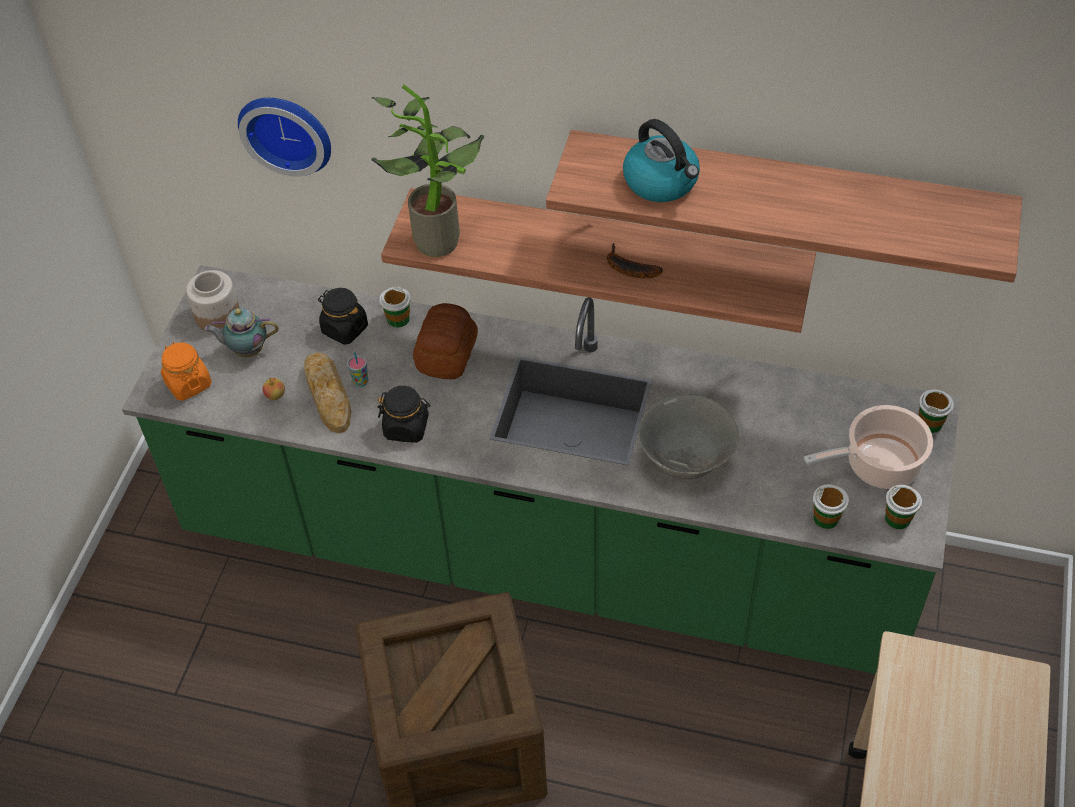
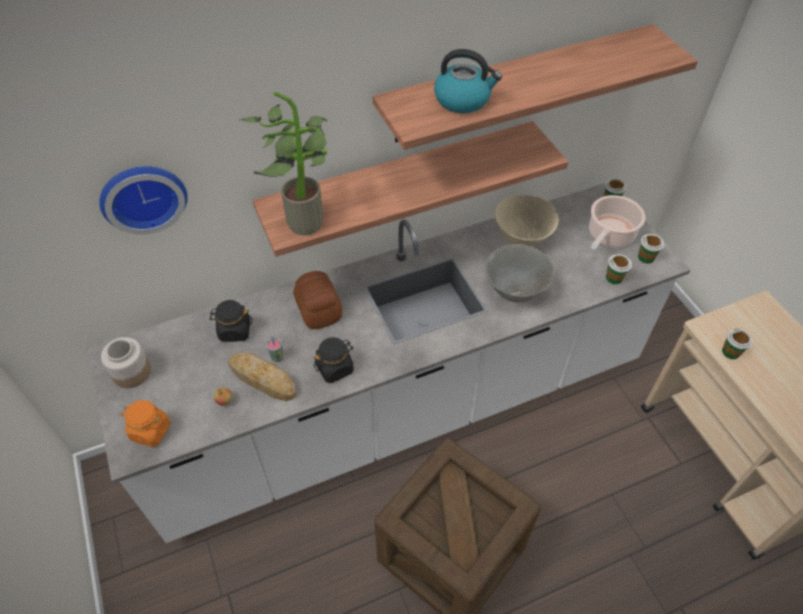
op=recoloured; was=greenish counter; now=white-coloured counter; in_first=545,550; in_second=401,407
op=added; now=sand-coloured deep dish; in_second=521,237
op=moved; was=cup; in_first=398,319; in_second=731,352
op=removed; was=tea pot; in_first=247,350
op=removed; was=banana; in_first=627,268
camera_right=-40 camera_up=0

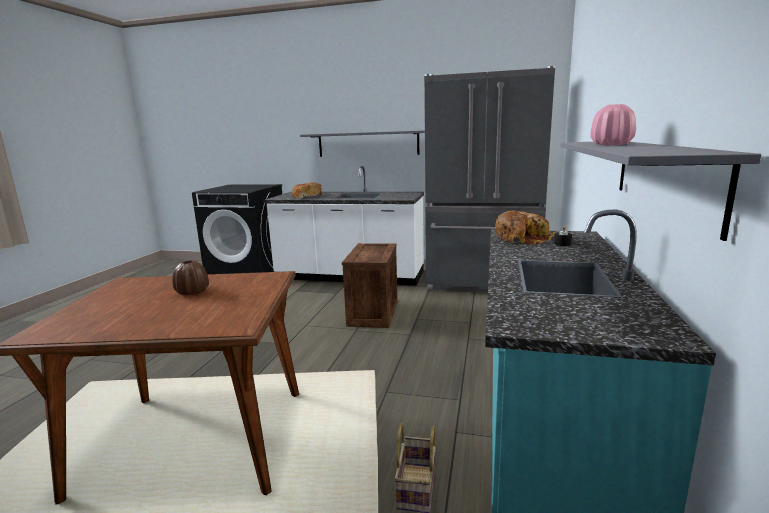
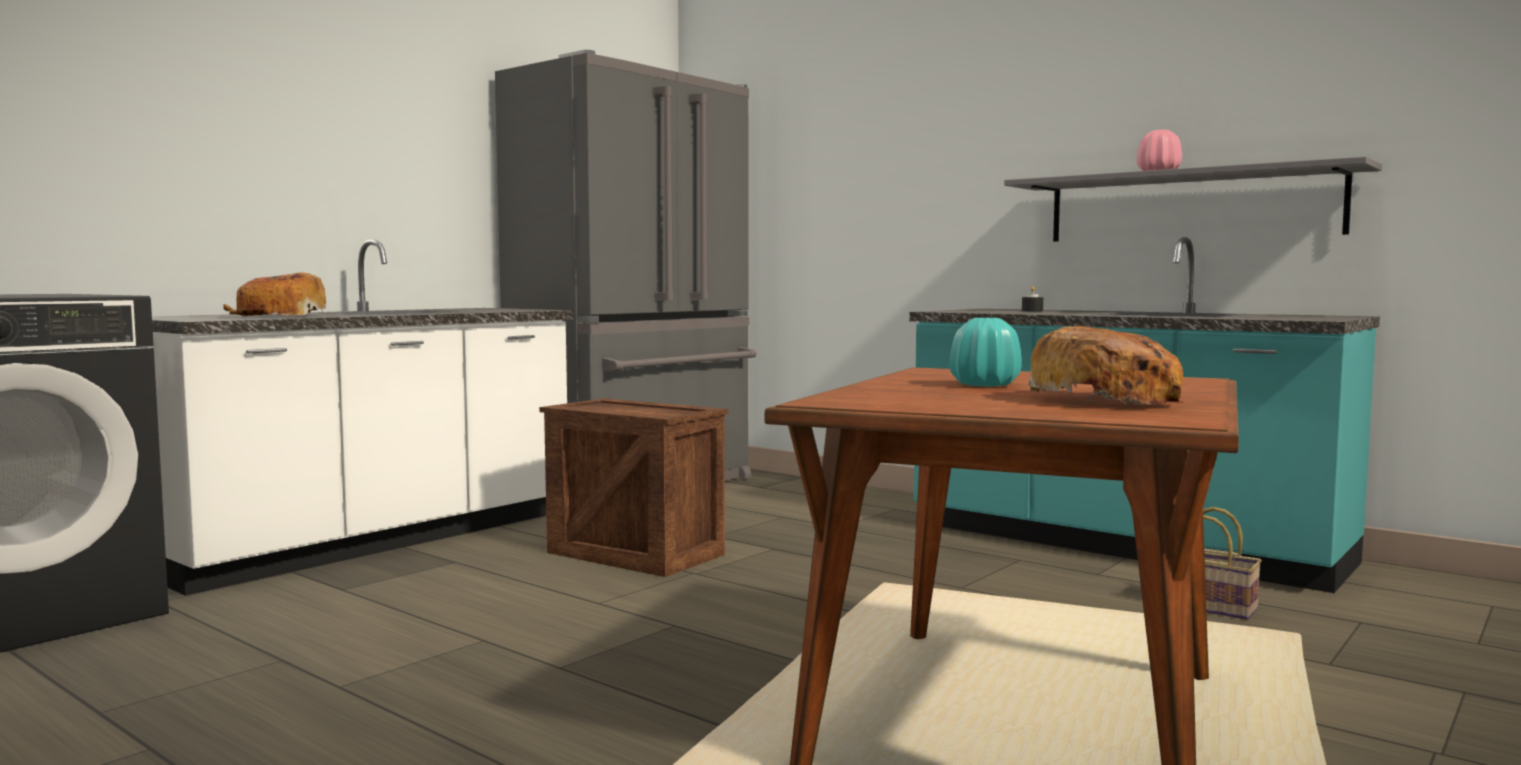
op=recoloured; was=brown flower vase; now=turquoise-coloured flower vase; in_first=192,292; in_second=984,385
op=moved; was=bread; in_first=522,238; in_second=1106,400
op=removed; was=gray shelf; in_first=368,144
camera_right=-65 camera_up=-10

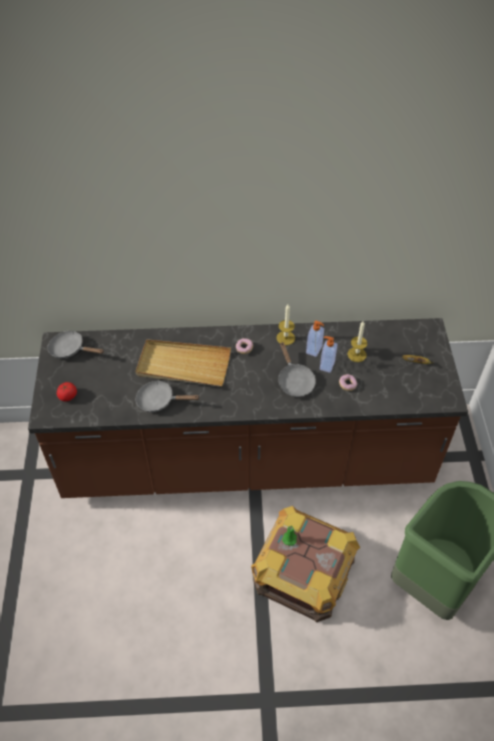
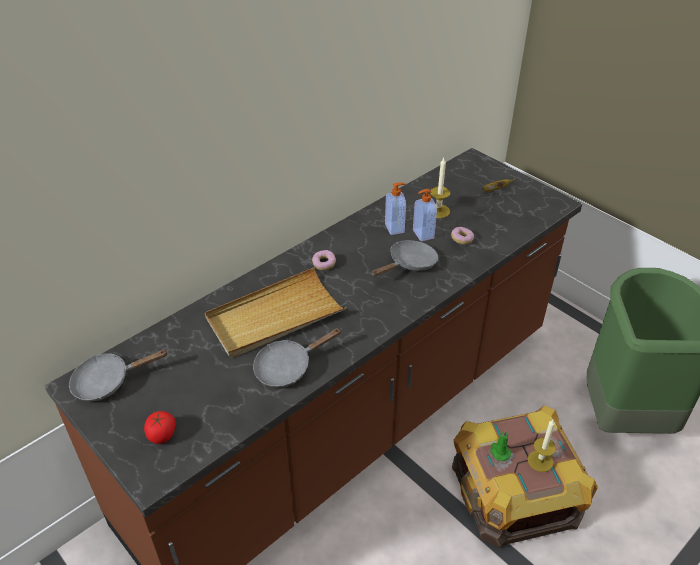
op=turned; was=gray frying pan; in_first=294,381; in_second=409,264; clockwise=-75
op=moved; was=candle; in_first=285,338; in_second=540,461
camera_right=-40 camera_up=-10

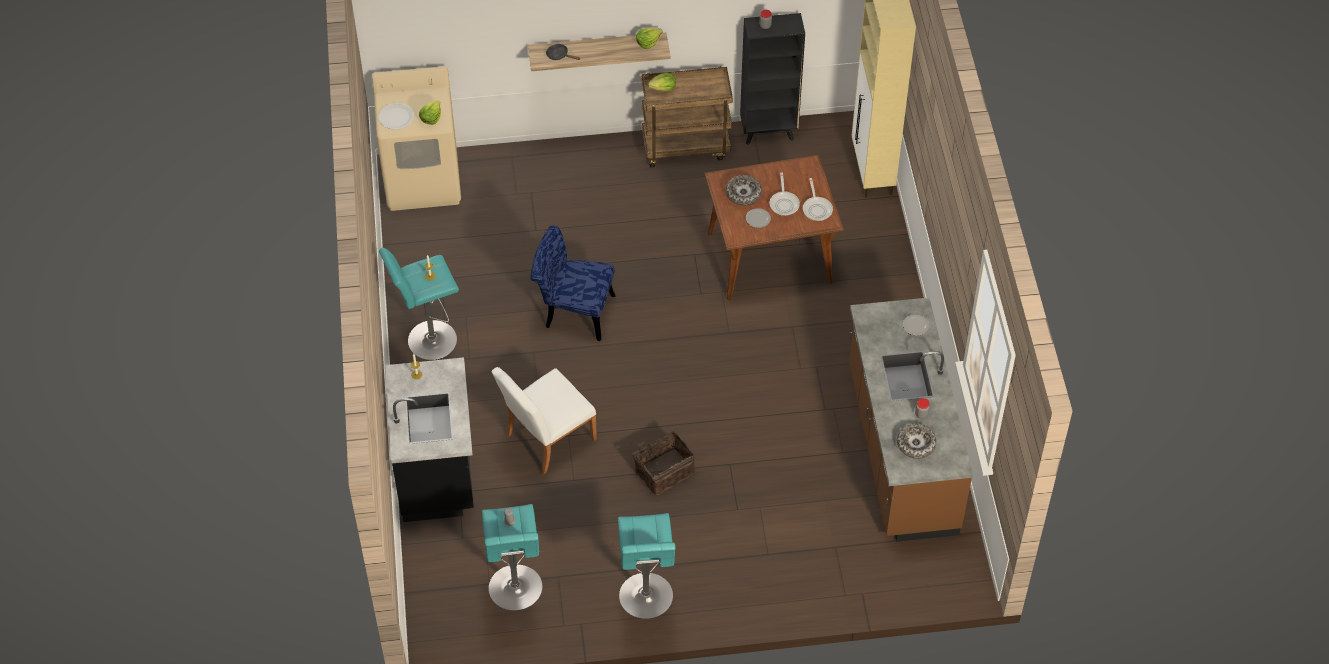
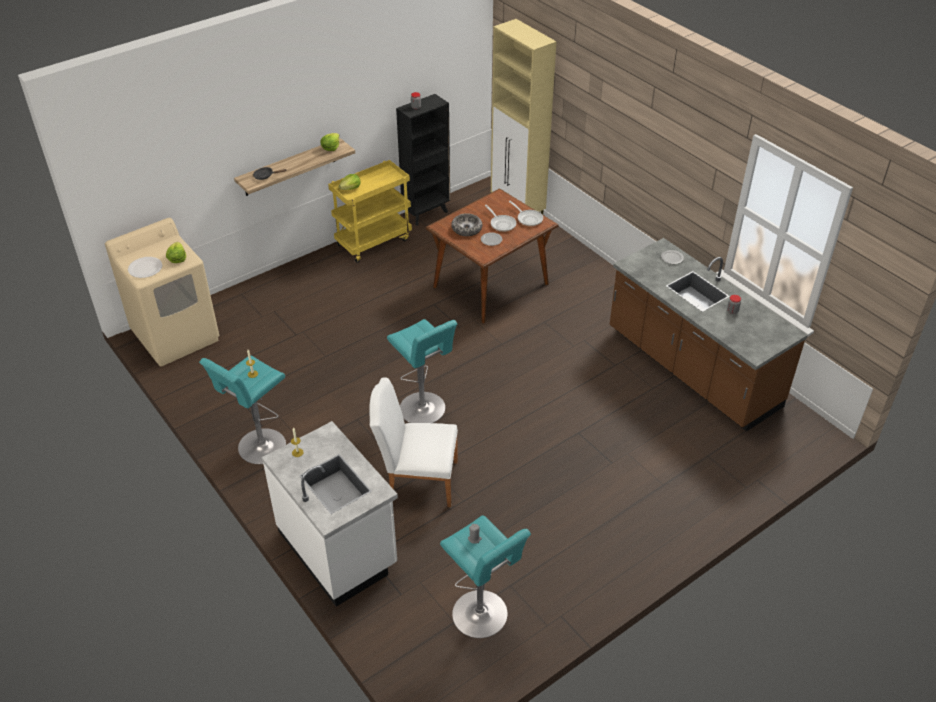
op=recoloured; was=blackish counter; now=white-coloured counter; in_first=437,472; in_second=339,549
op=recoloured; was=brown wheeled cart; now=yellow-coloured wheeled cart; in_first=686,146; in_second=373,241
op=turned; was=white-coloured upright chair; in_first=546,439; in_second=416,480; clockwise=75
op=moved; was=turquoise-coloured stool seat; in_first=646,599; in_second=424,410
op=removed; was=bluish upright chair; in_first=573,311
op=removed; was=basket; in_first=663,471
op=removed; was=deep dish; in_first=916,444
camera_right=-30 camera_up=-10

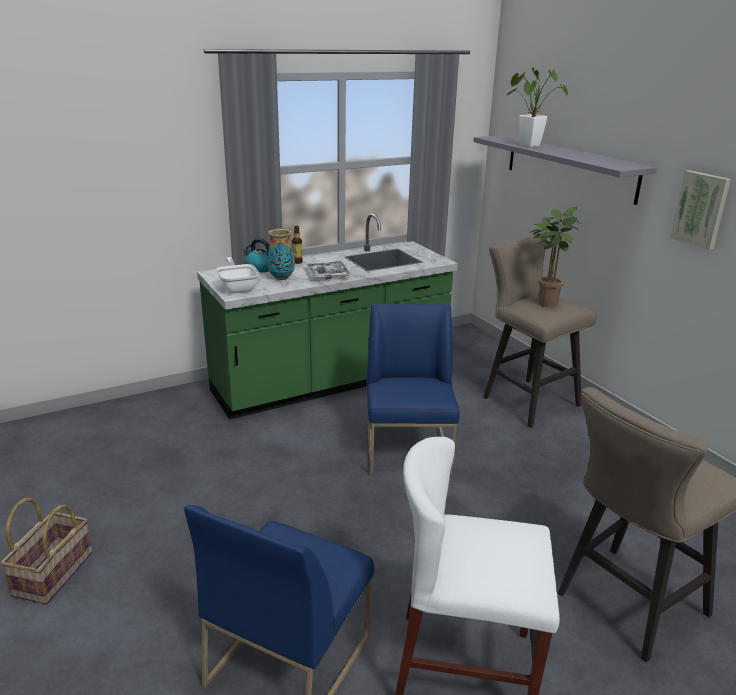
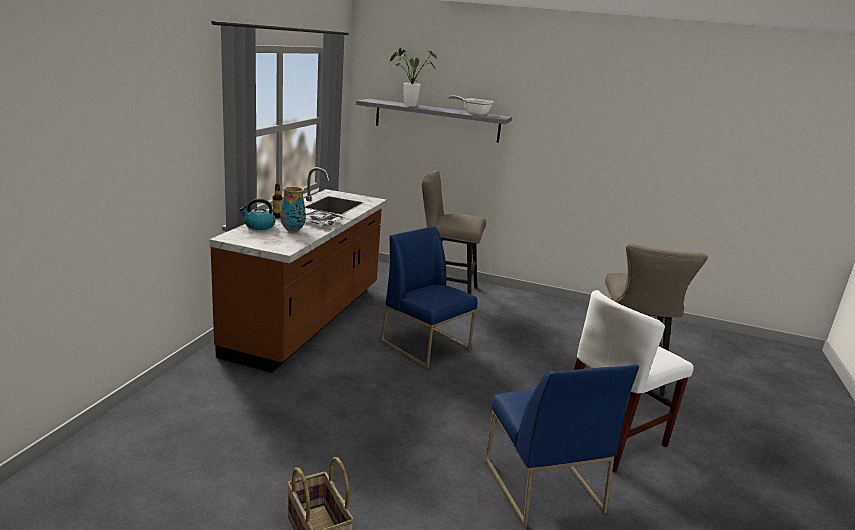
op=recoloured; was=greenish counter; now=brown counter; in_first=331,382; in_second=308,320
op=moved; was=frying pan; in_first=238,288; in_second=473,113
op=removed; was=houseplant; in_first=546,302
op=removed; was=wall picture; in_first=701,209
camera_right=-45 camera_up=-5

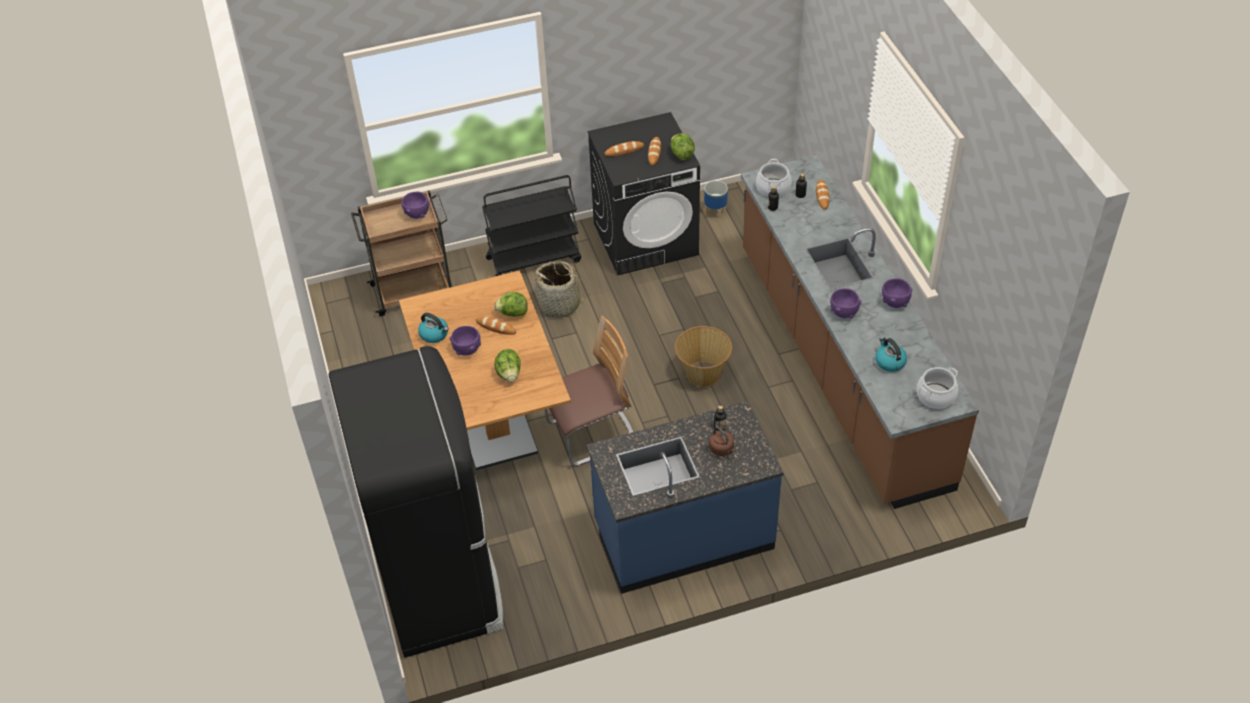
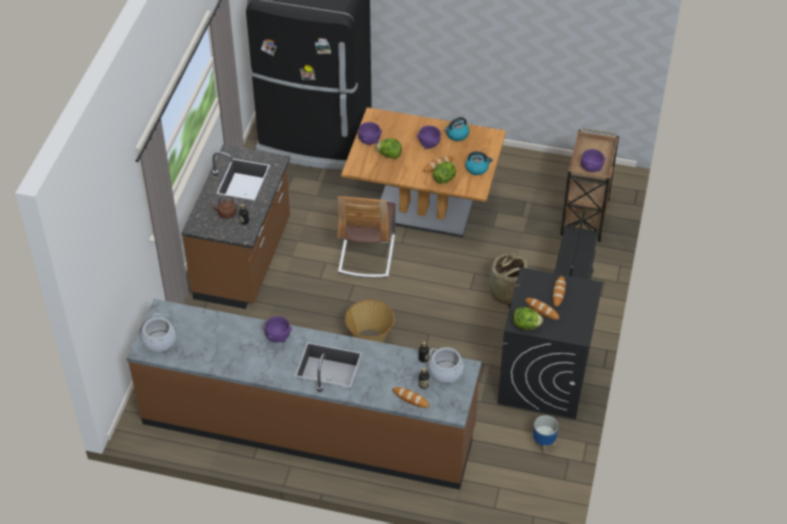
op=recoloured; was=bluish counter; now=brown counter; in_first=683,535; in_second=244,260
op=moved; was=purple deep dish; in_first=895,302; in_second=369,141
op=moved; was=tea kettle; in_first=889,362; in_second=477,168
camera_right=120 camera_up=0

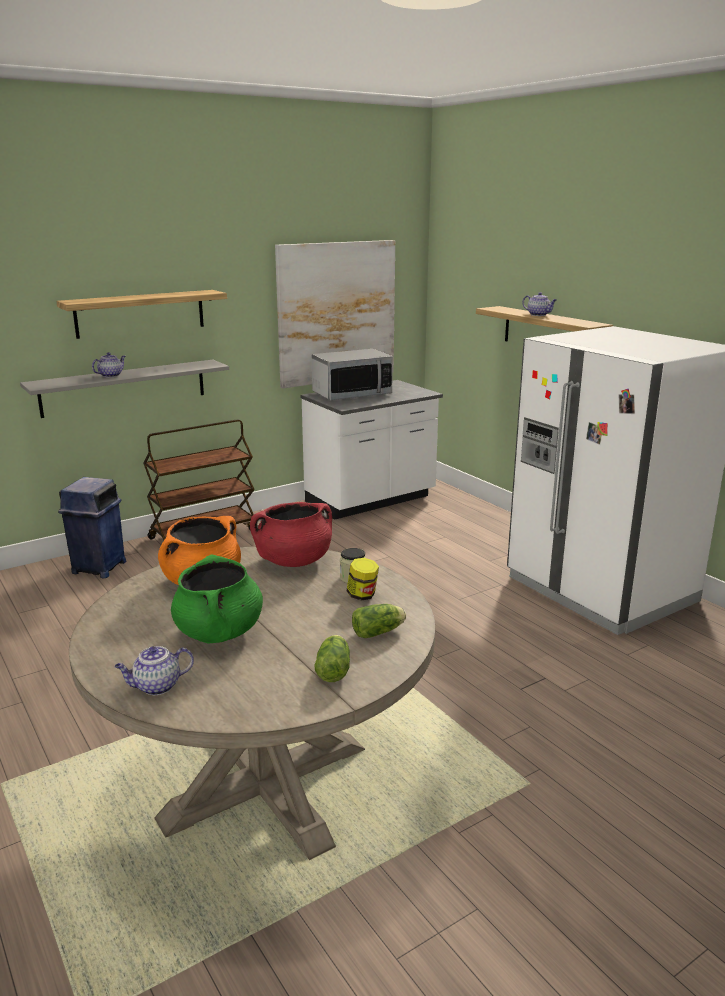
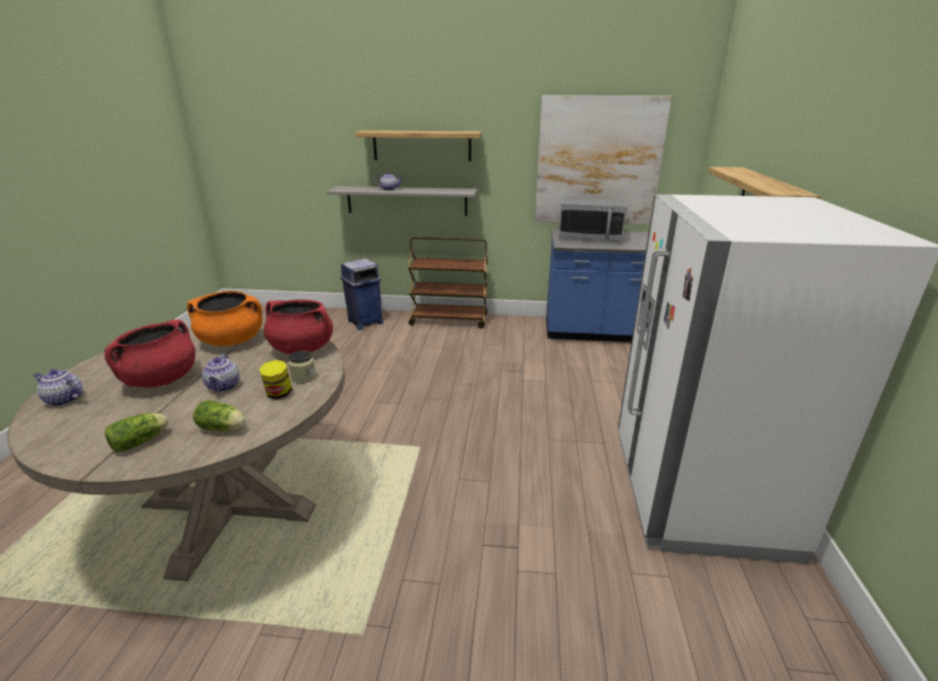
op=recoloured; was=greenish cooking pot; now=red-coloured cooking pot; in_first=219,632; in_second=161,380
op=moved; was=tea pot; in_first=539,315; in_second=223,386
op=recoloured; was=white-coloured counter; now=bluish counter; in_first=371,501; in_second=596,333
camera_right=40 camera_up=5

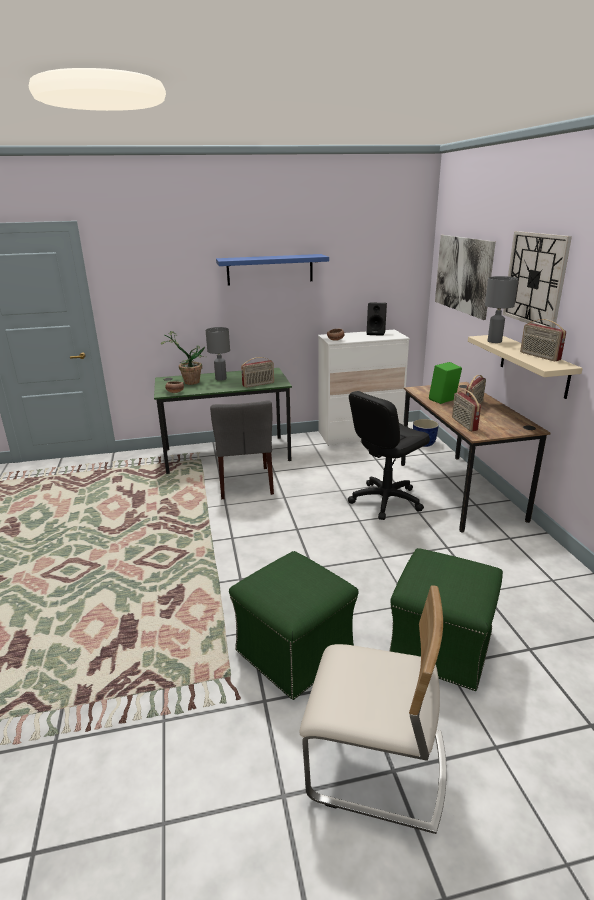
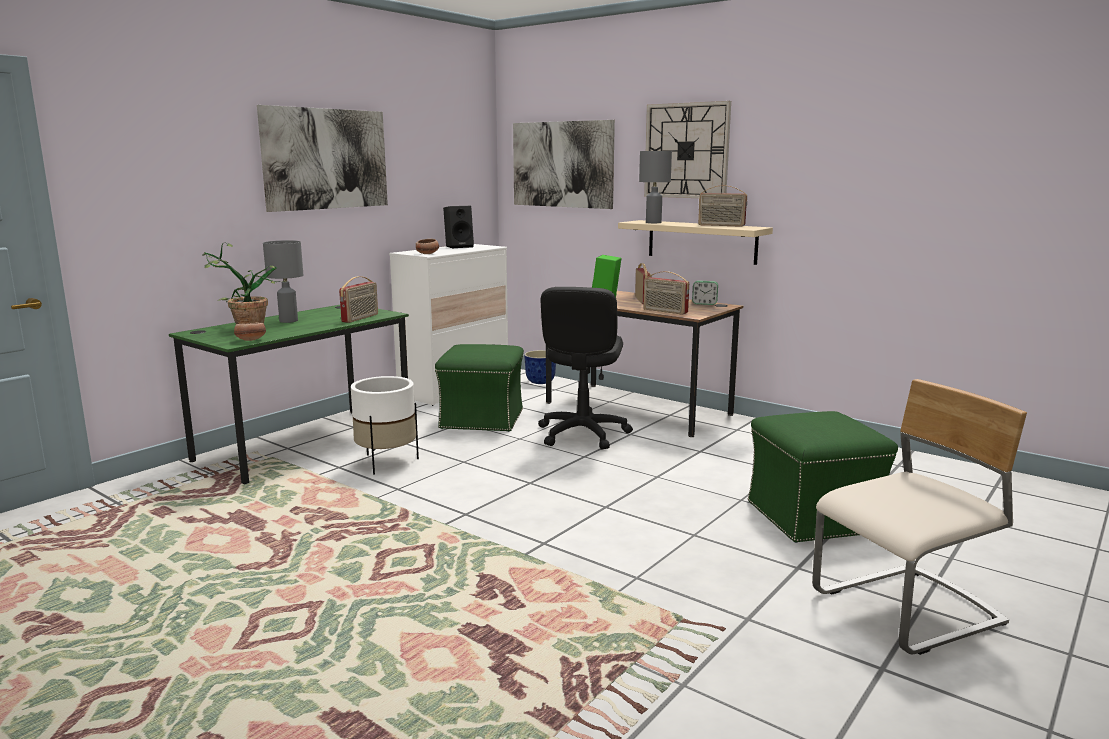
op=replaced; was=bluish shelf; now=wall picture; in_first=270,269; in_second=326,159
op=replaced; was=gray upright chair; now=white-coloured flower pot; in_first=245,483; in_second=386,462
op=moved; was=greenish ottoman; in_first=295,652; in_second=483,419
op=added; now=table clock; in_second=704,303
camera_right=-40 camera_up=-10

